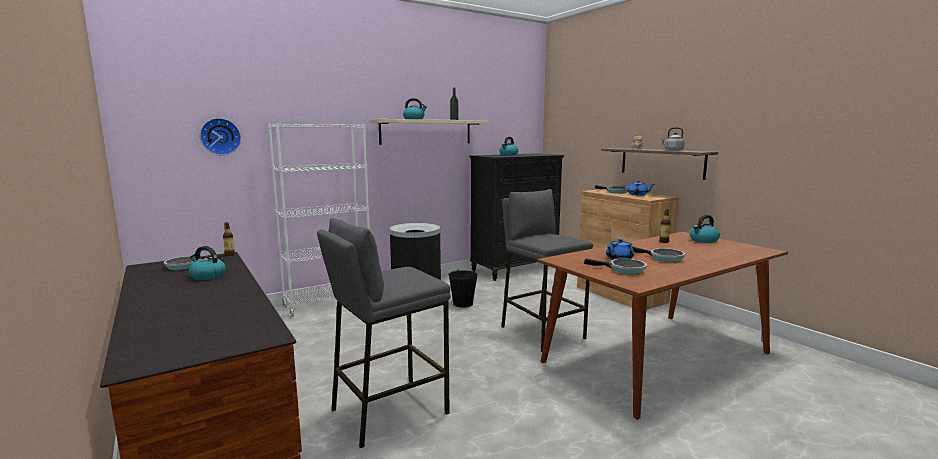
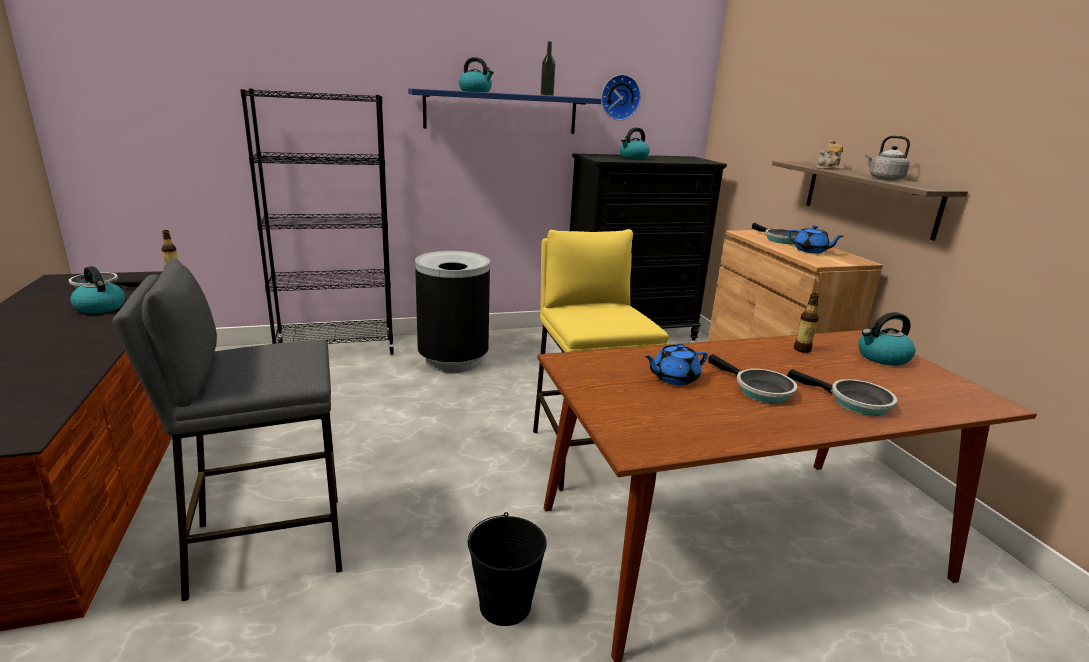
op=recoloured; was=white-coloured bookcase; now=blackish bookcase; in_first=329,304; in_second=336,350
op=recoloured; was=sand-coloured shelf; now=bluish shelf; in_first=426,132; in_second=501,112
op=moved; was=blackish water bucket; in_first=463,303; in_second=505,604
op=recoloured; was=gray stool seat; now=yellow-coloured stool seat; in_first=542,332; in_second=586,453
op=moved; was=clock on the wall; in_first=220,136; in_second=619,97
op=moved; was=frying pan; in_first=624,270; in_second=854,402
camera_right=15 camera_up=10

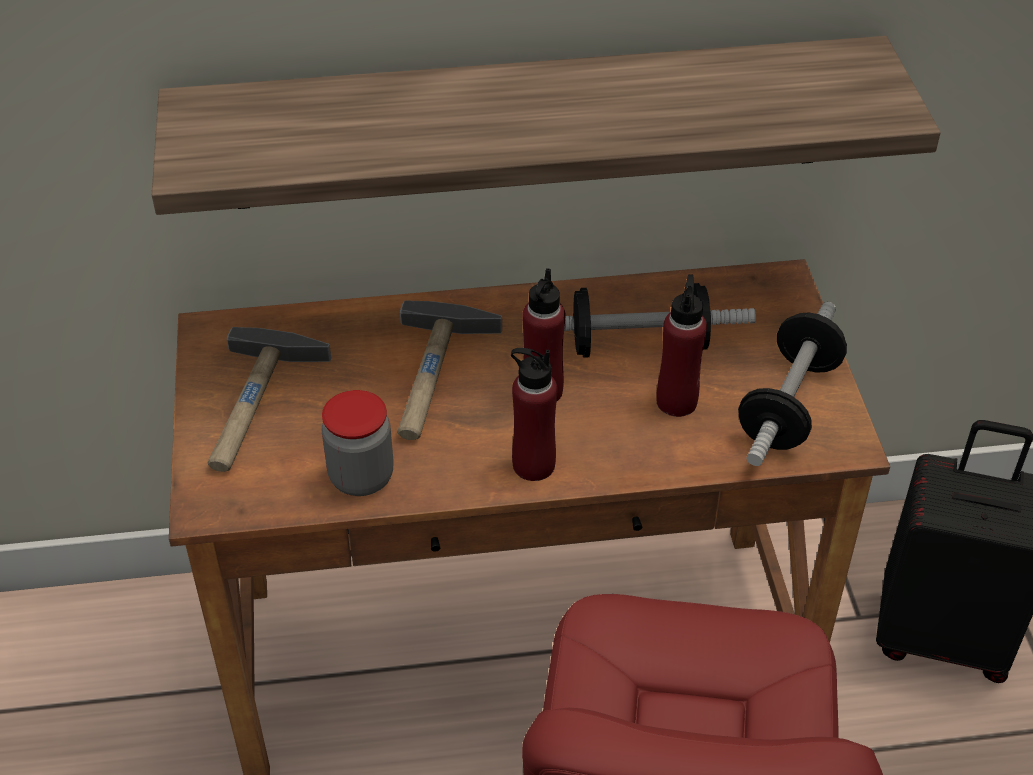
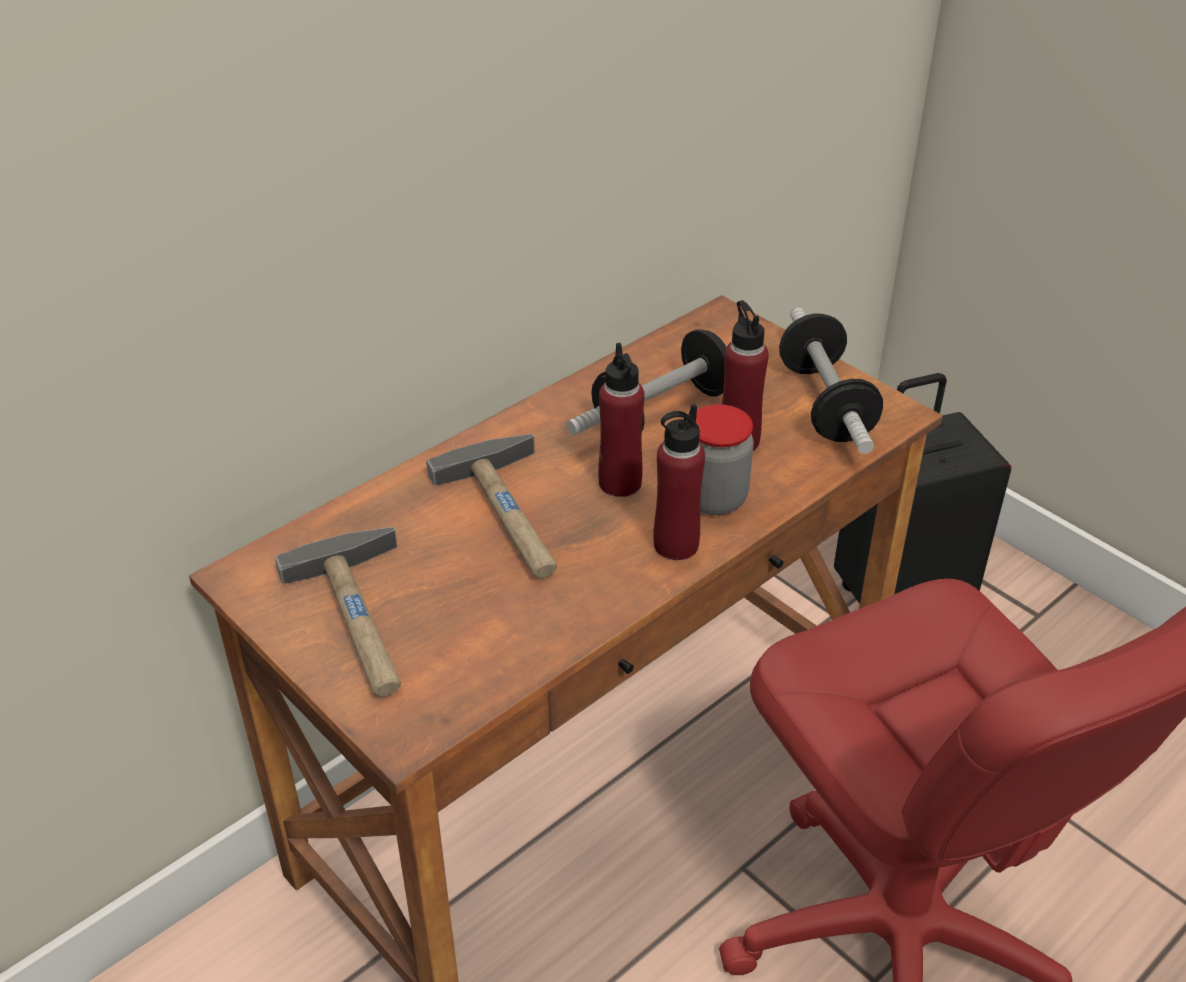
op=moved; was=jar; in_first=361,477; in_second=714,499
op=removed; was=shelf; in_first=530,123
camera_right=-35 camera_up=-5

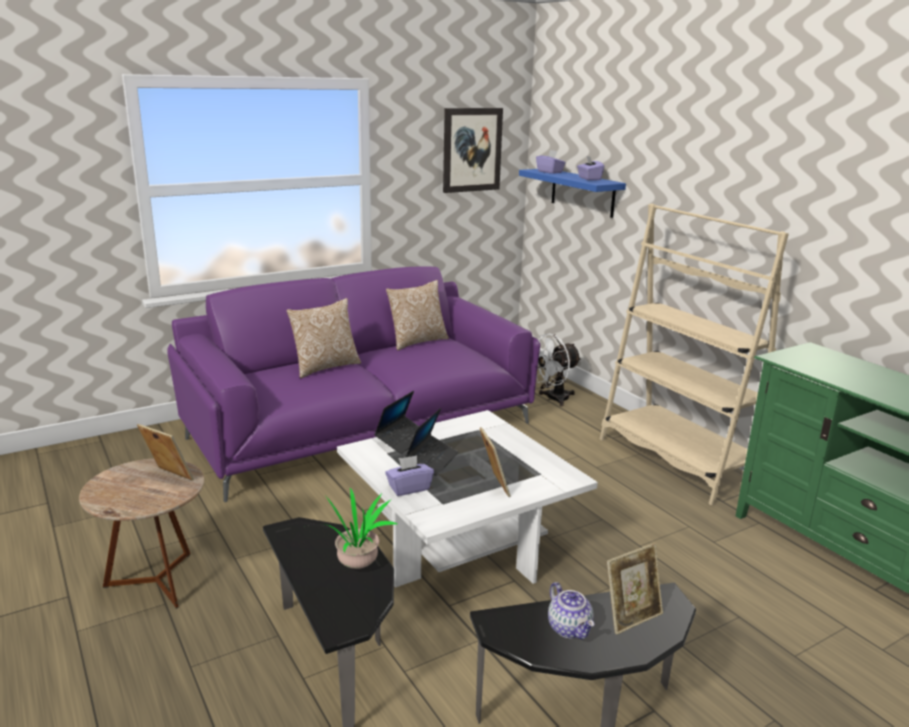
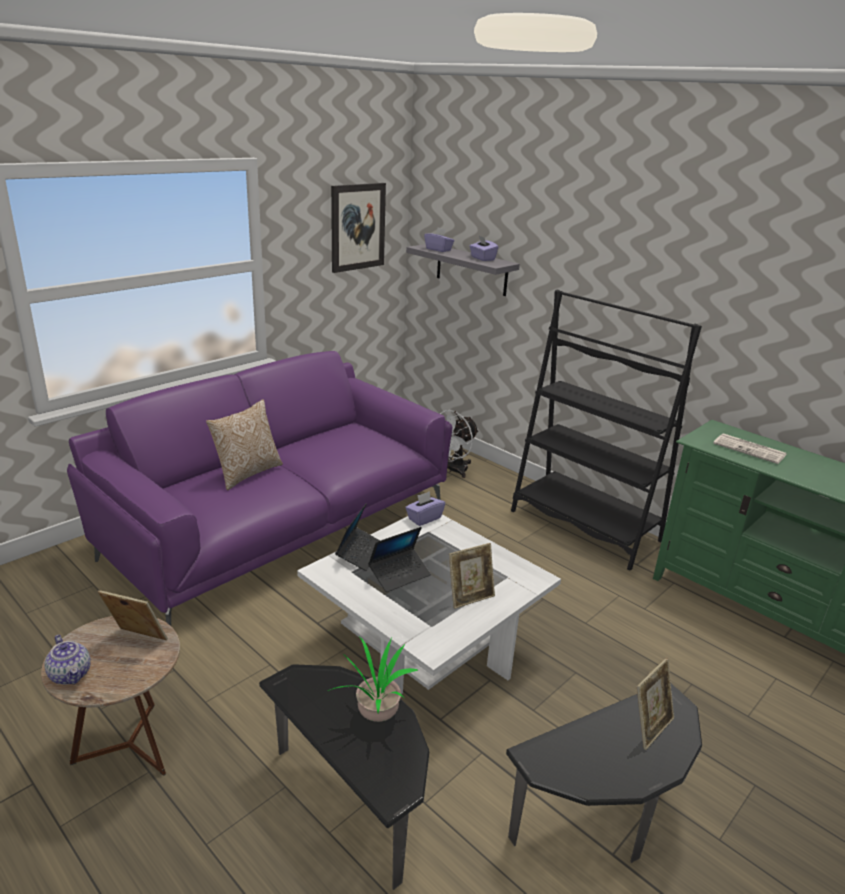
op=moved; was=tea pot; in_first=570,628; in_second=71,674
op=turned; was=portable computer; in_first=432,460; in_second=399,574; clockwise=45
op=moved; was=purple tissue holder; in_first=409,488; in_second=424,518
op=recoloured; was=bluish shelf; now=gray shelf; in_first=582,192; in_second=471,269
op=turned; was=picture frame; in_first=493,485; in_second=470,597; clockwise=90
op=recoloured; was=sand-coloured bookcase; now=blackish bookcase; in_first=676,461; in_second=584,526
op=added; now=printed paper; in_second=750,449
op=removed; was=pillow; in_first=417,341
camera_right=-15 camera_up=5

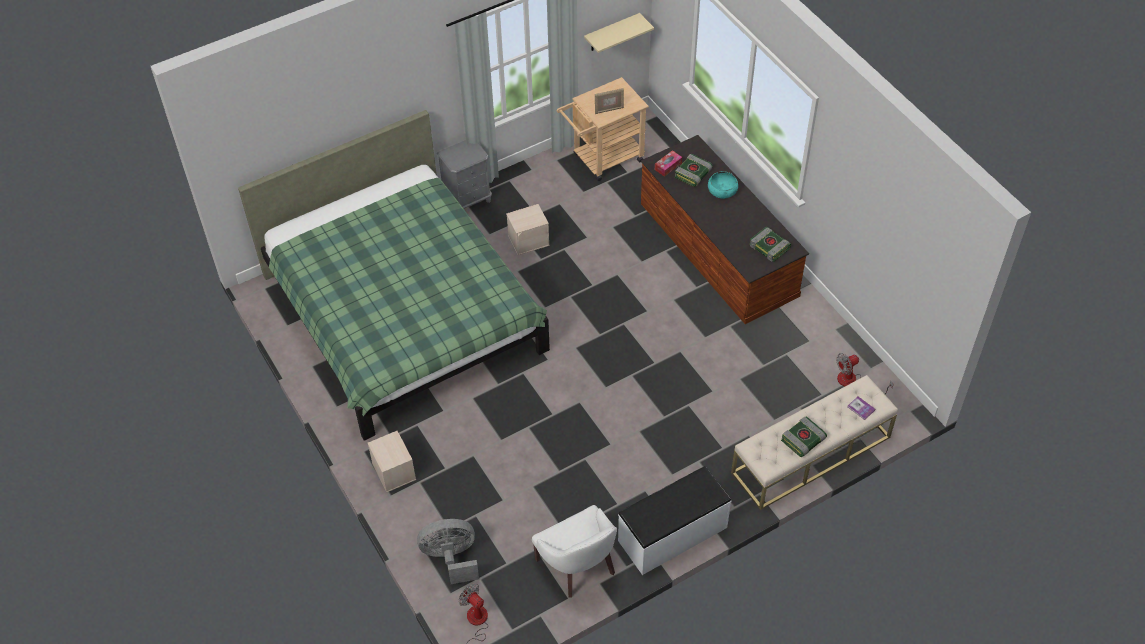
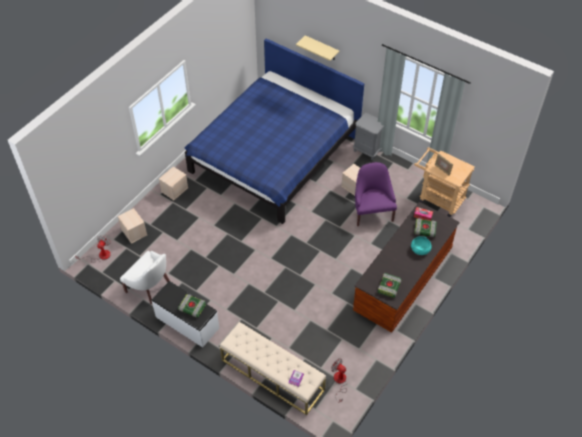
op=replaced; was=gray electric fan; now=sand-coloured storage bin; in_first=451,558; in_second=133,232
op=turned; was=white-coloured easy chair; in_first=579,565; in_second=150,287; clockwise=-90
op=moved; was=bound book; in_first=803,440; in_second=191,308
op=recoloured; was=greenish bedroom bed; now=bluish bedroom bed; in_first=403,314; in_second=273,155
op=moved; was=sand-coloured shelf; in_first=611,33; in_second=322,48
op=added; now=purple easy chair; in_second=372,212
camera_right=65 camera_up=0

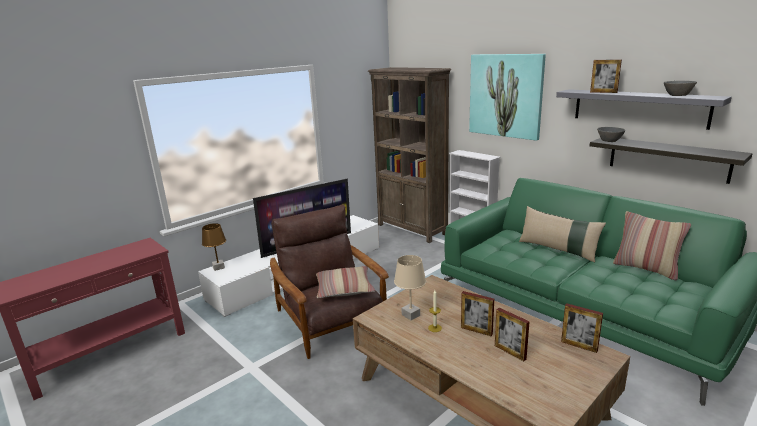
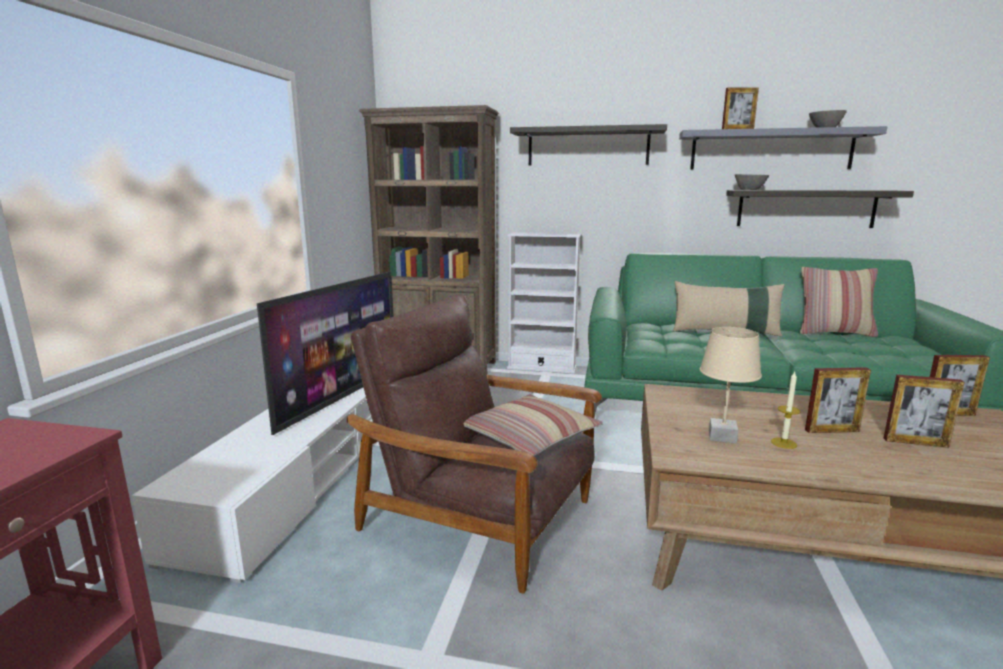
op=replaced; was=wall picture; now=shelf; in_first=505,95; in_second=588,147
op=removed; was=brown lamp for a table; in_first=219,267
camera_right=-35 camera_up=-5

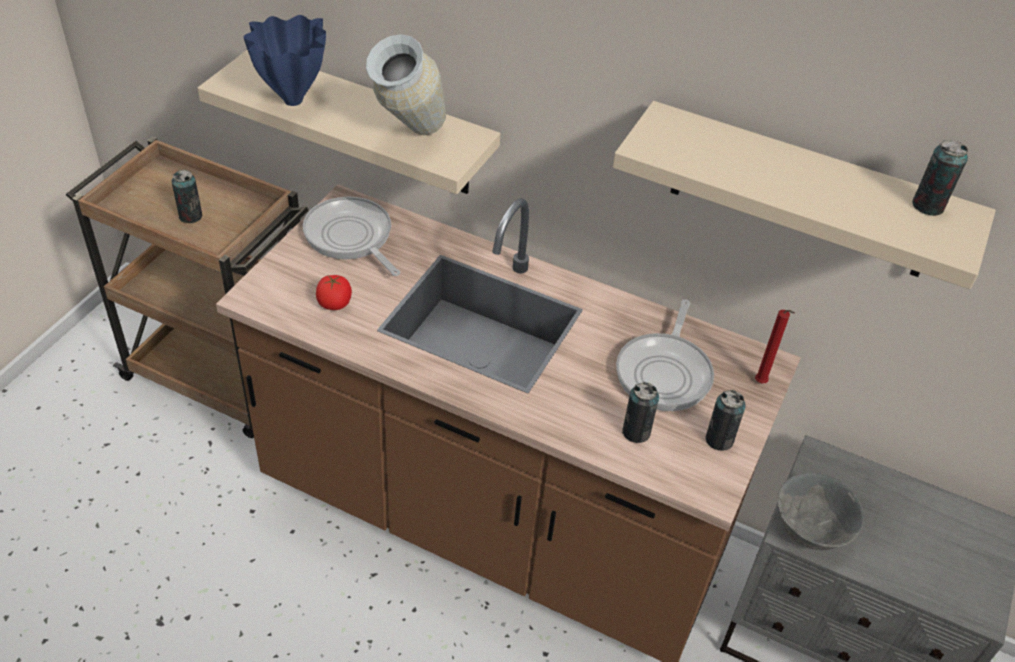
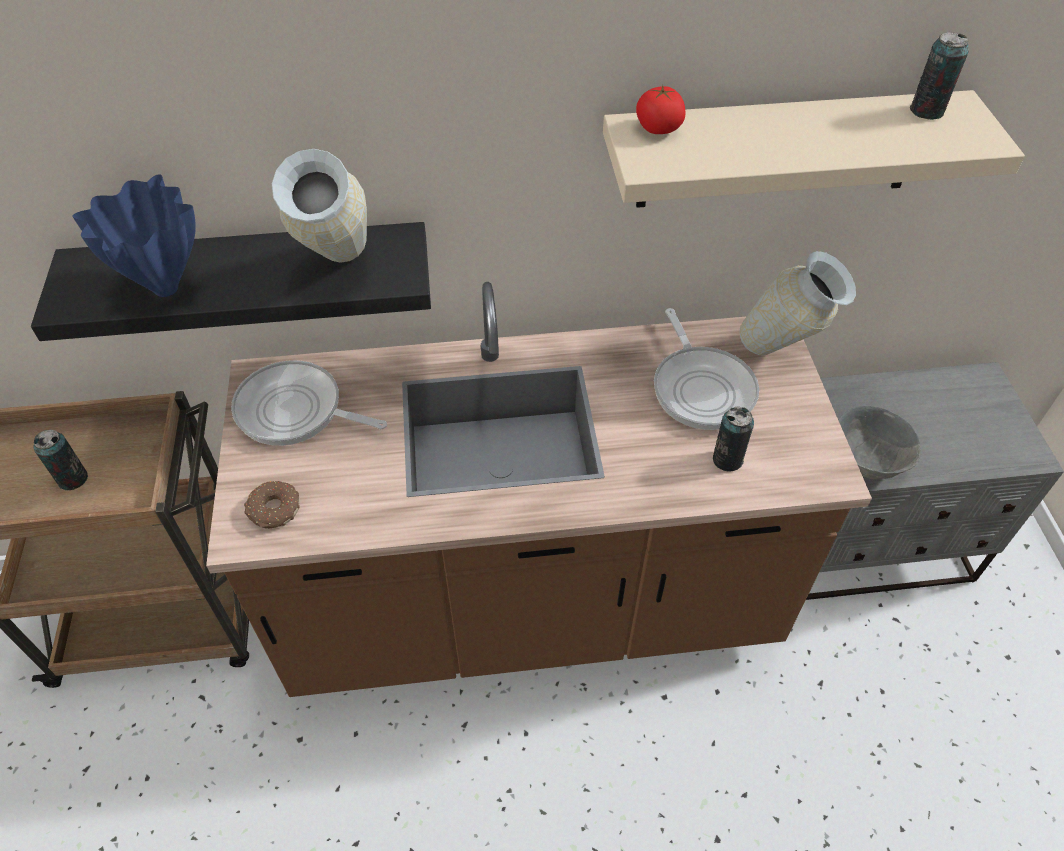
op=recoloured; was=sand-coloured shelf; now=blackish shelf; in_first=372,124; in_second=255,275
op=added; now=donut; in_second=274,510
op=moved; was=fresh tomato; in_first=334,303; in_second=658,129
op=replaced; was=red-coloured candle; now=flower vase; in_first=761,383; in_second=784,354
op=removed; was=metal can; in_first=719,440
camera_right=-30 camera_up=5

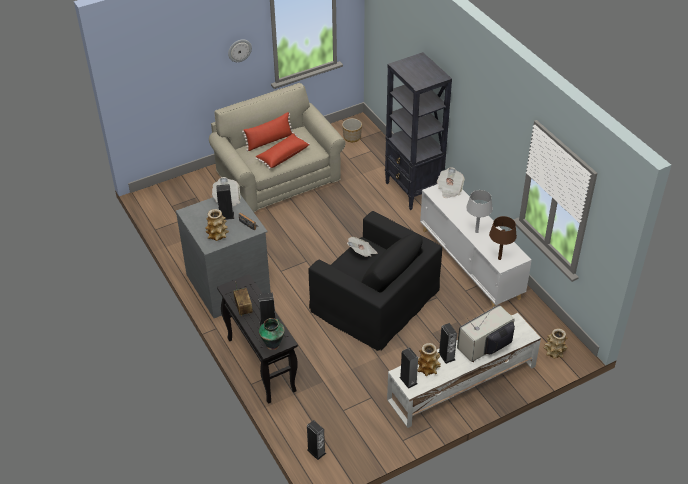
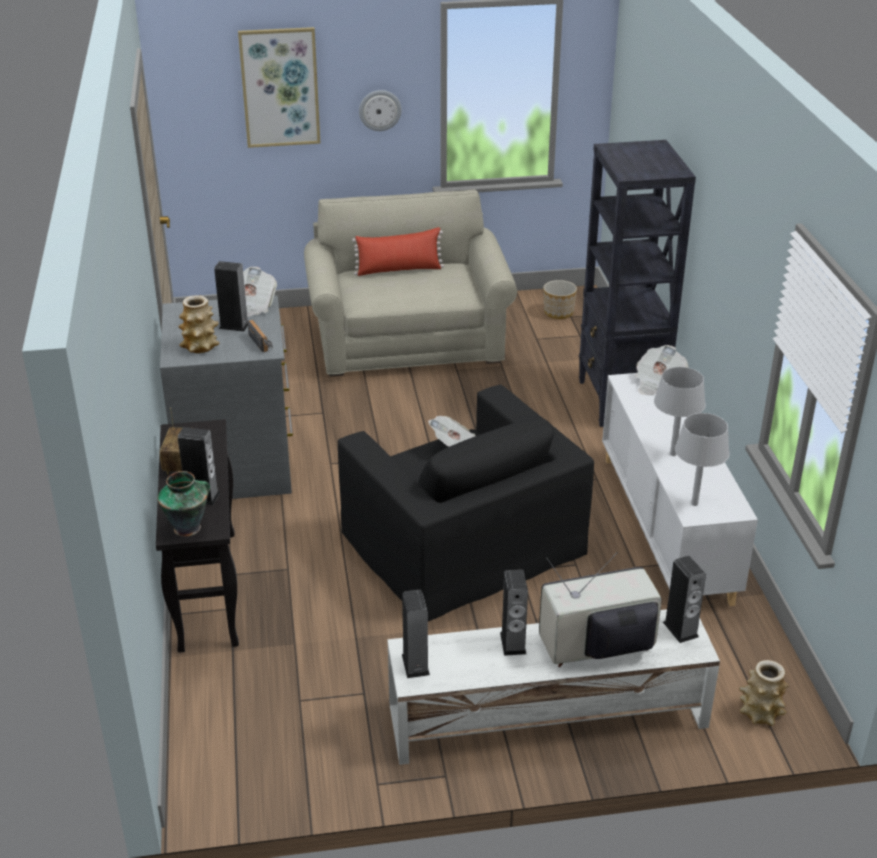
op=added; now=wall picture; in_second=280,87
op=moved; was=speaker; in_first=316,451; in_second=680,629
op=recoloured; was=brown lamp for a table; now=gray lamp for a table; in_first=499,258; in_second=694,504
op=removed; was=red-coloured pillow; in_first=282,156
op=removed; was=flower vase; in_first=428,368
camera_right=20 camera_up=-10

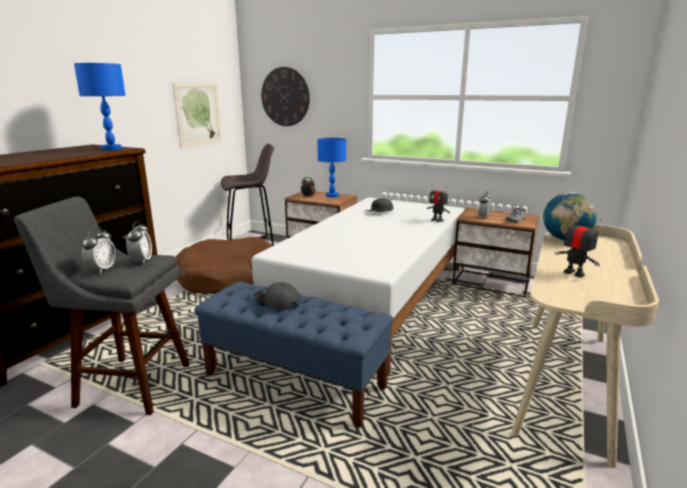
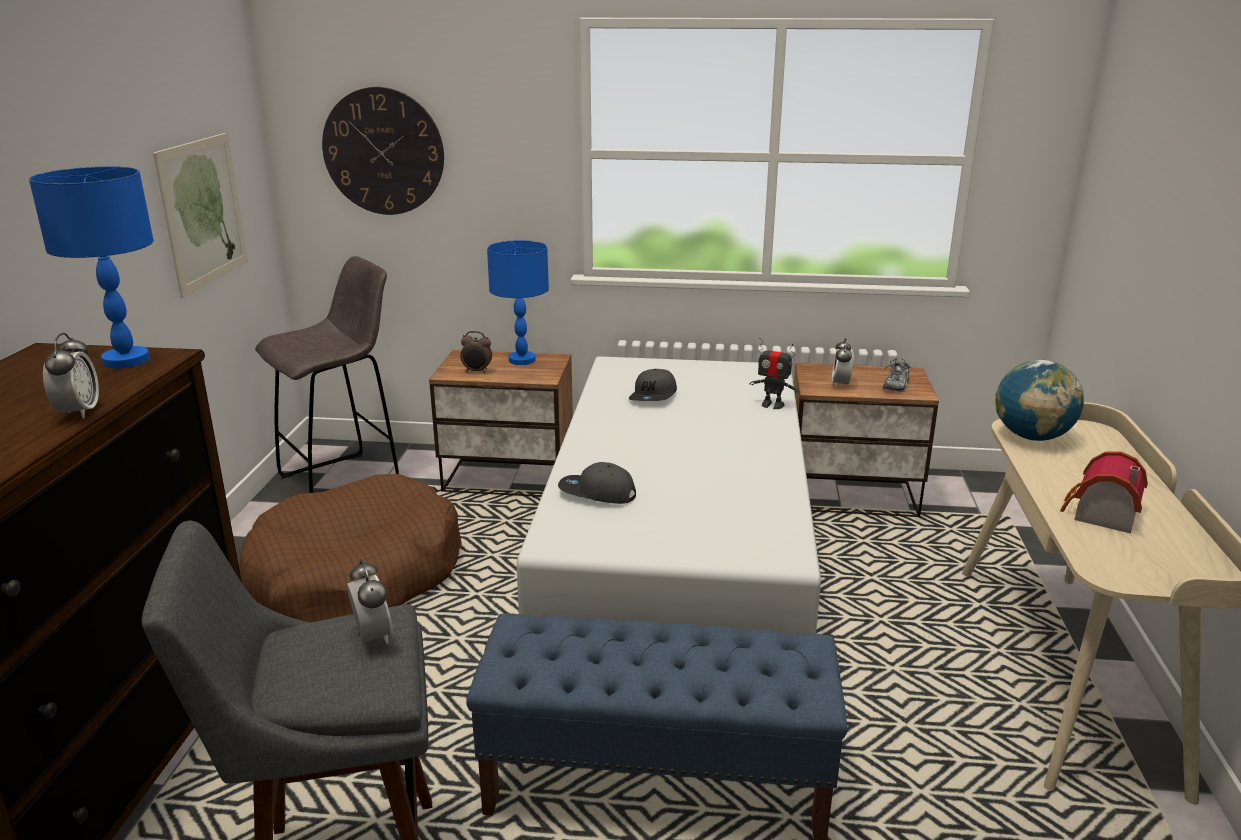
op=moved; was=table clock; in_first=102,269; in_second=79,412
op=moved; was=gray baseball cap; in_first=277,301; in_second=597,493
op=replaced; was=robot figure; now=toy house; in_first=574,273; in_second=1100,515
camera_right=-20 camera_up=5

